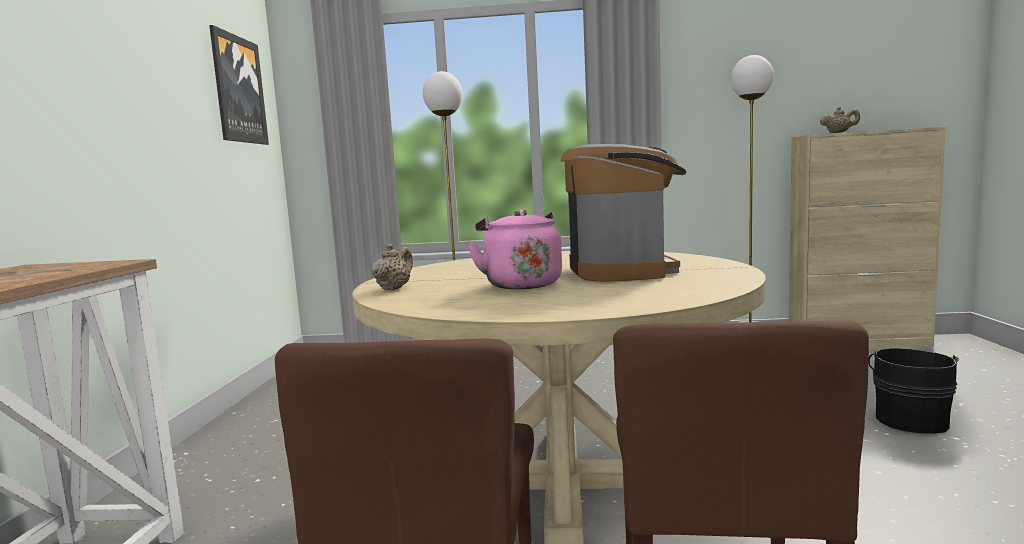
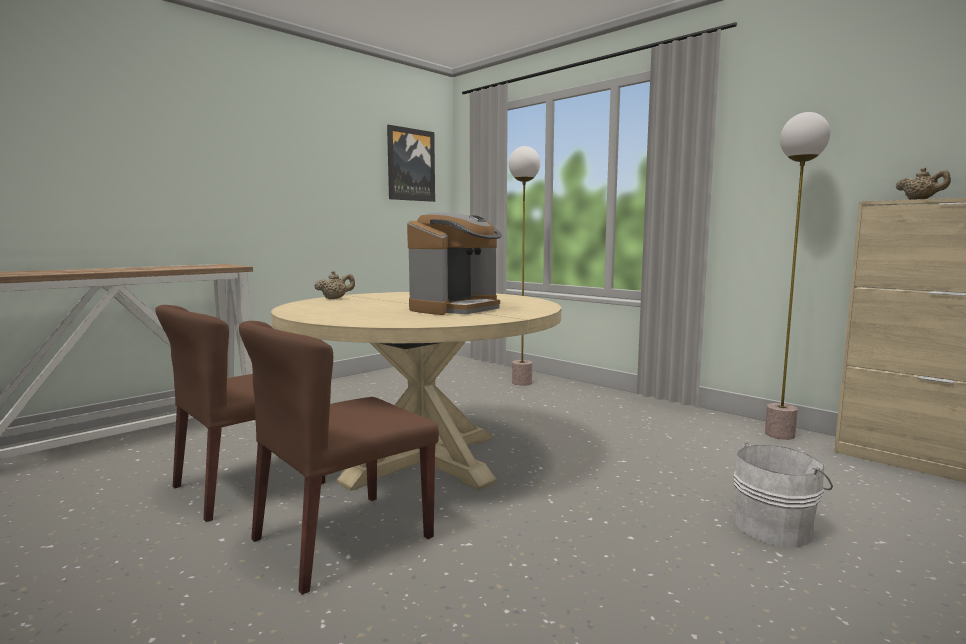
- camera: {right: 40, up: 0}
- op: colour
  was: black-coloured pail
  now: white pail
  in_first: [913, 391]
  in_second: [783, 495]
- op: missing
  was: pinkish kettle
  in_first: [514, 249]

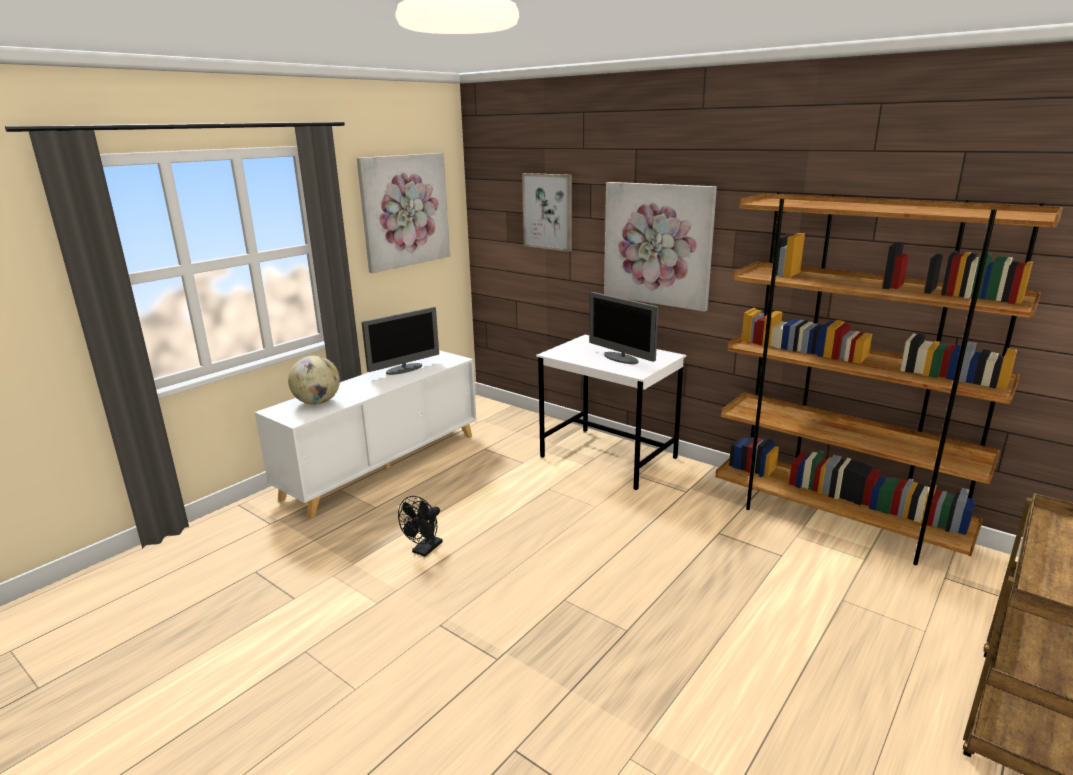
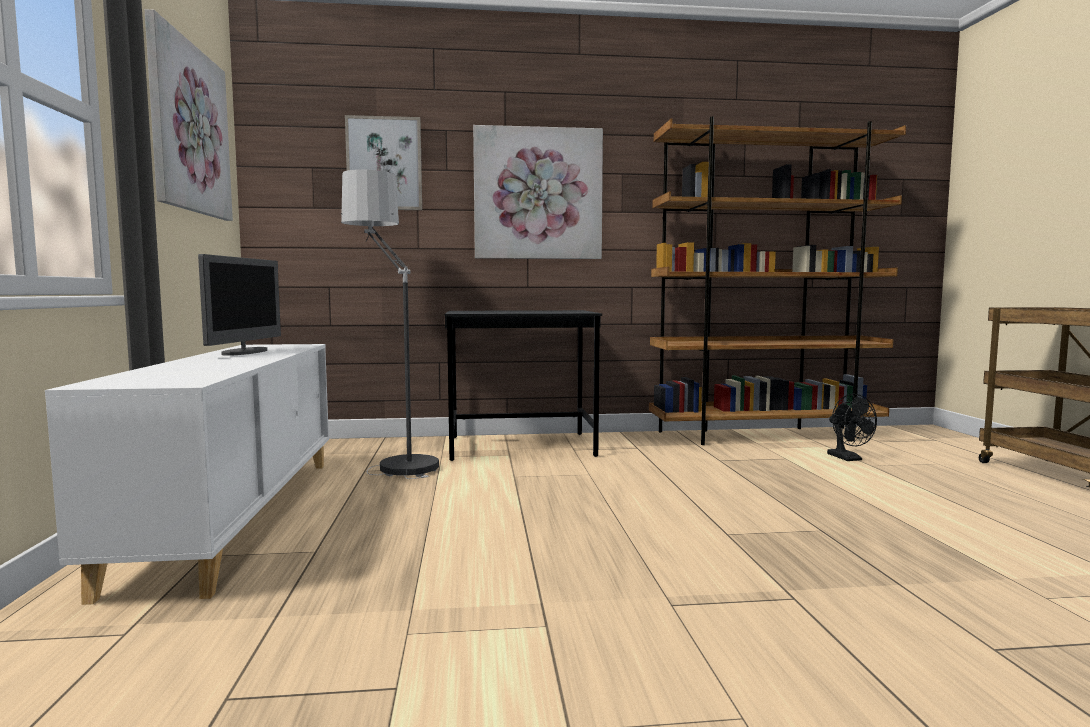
- camera: {right: -45, up: -15}
- op: appeared
  now: standing lamp
  in_second: [390, 324]
- op: colour
  was: white desk table
  now: black-coloured desk table
  in_first: [611, 412]
  in_second: [523, 385]
- op: relocated
  was: black-coloured cooling fan
  in_first: [420, 526]
  in_second: [852, 427]
- op: missing
  was: world globe
  in_first: [314, 380]
- op: missing
  was: computer display
  in_first: [623, 328]

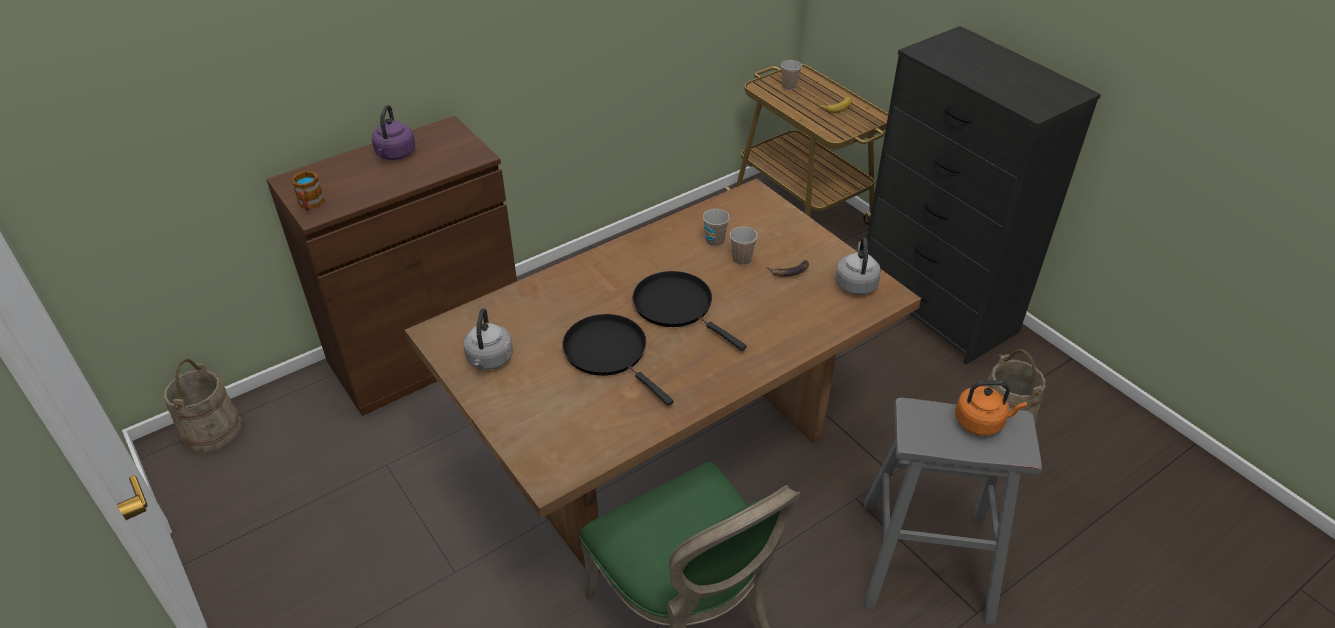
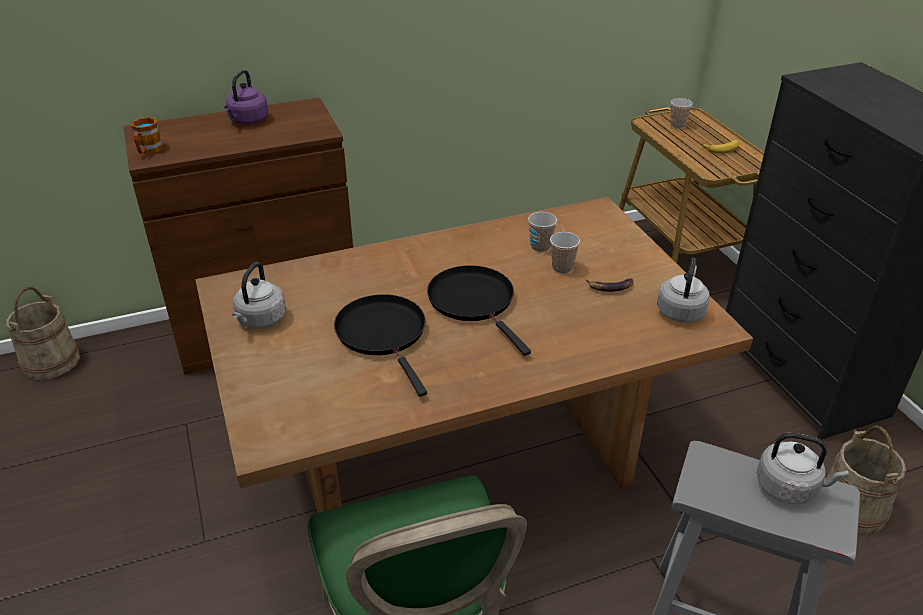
- camera: {right: 15, up: -5}
- op: colour
  was: orangey kettle
  now: grey kettle
  in_first: [991, 408]
  in_second: [803, 468]

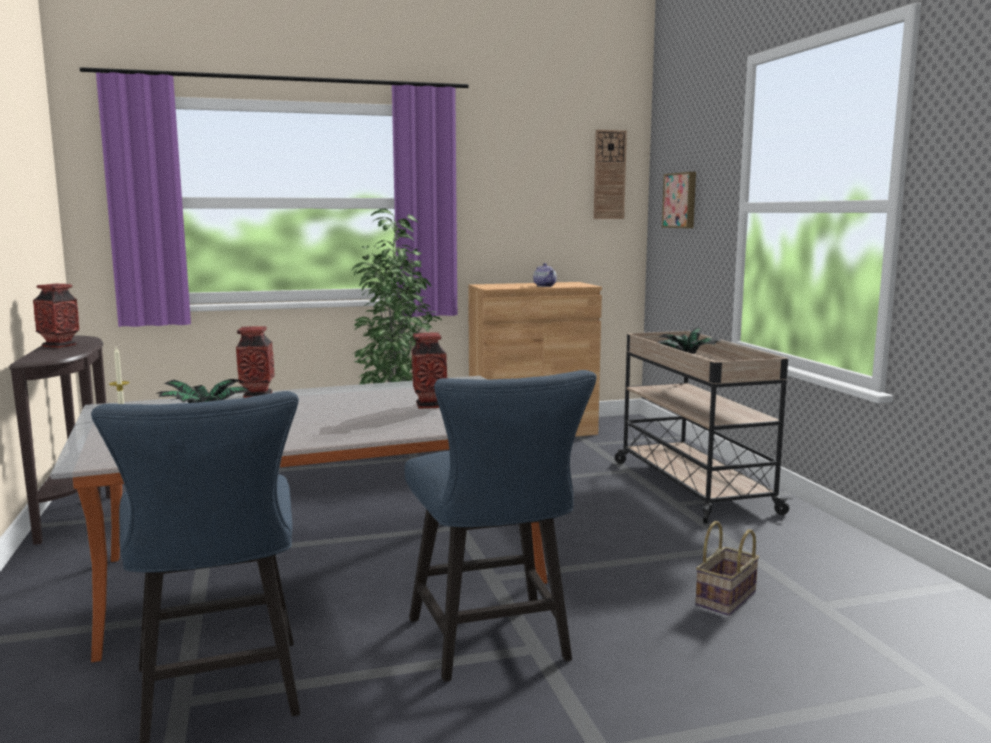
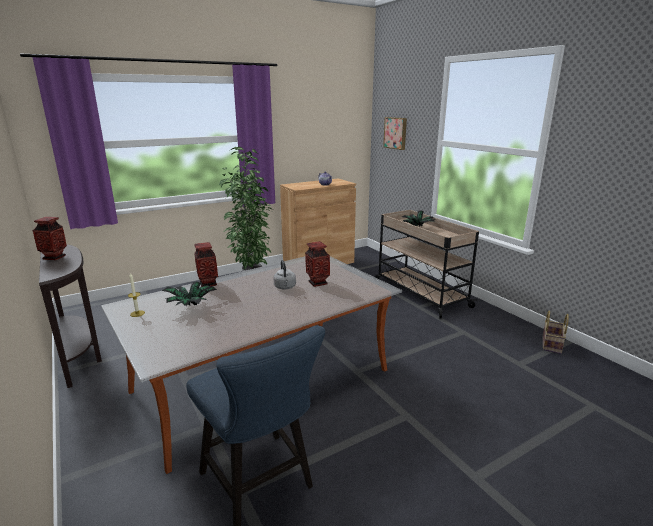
- camera: {right: -15, up: 10}
- op: appeared
  now: grey kettle
  in_second: [285, 274]
- op: relocated
  was: basket
  in_first: [727, 568]
  in_second: [555, 332]
- op: missing
  was: bluish plain chair
  in_first: [500, 526]
- op: missing
  was: clock on the wall
  in_first: [610, 174]

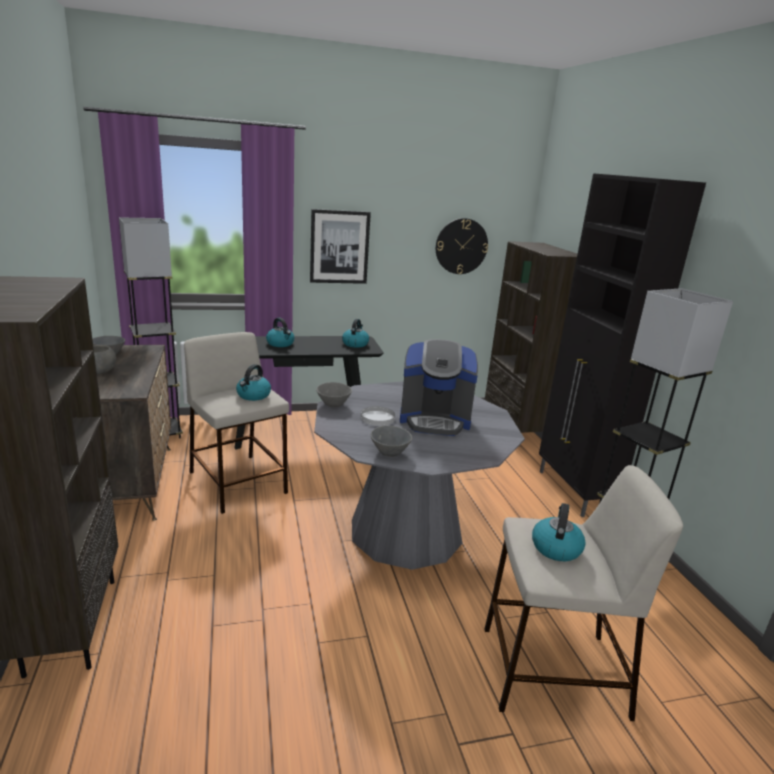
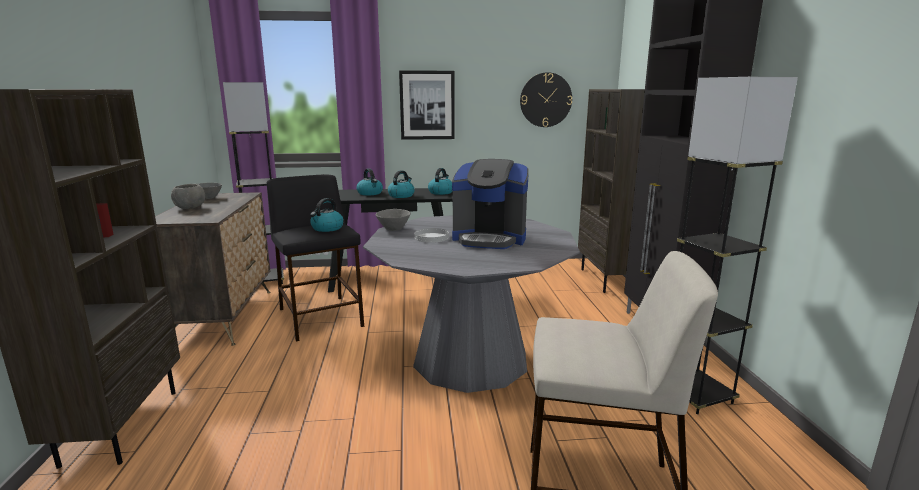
- camera: {right: 10, up: -5}
- op: colour
  was: beige stool
  now: black-coloured stool
  in_first: [236, 423]
  in_second: [315, 258]
- op: relocated
  was: kettle
  in_first: [559, 532]
  in_second: [401, 184]
- op: missing
  was: grey deep dish
  in_first: [391, 441]

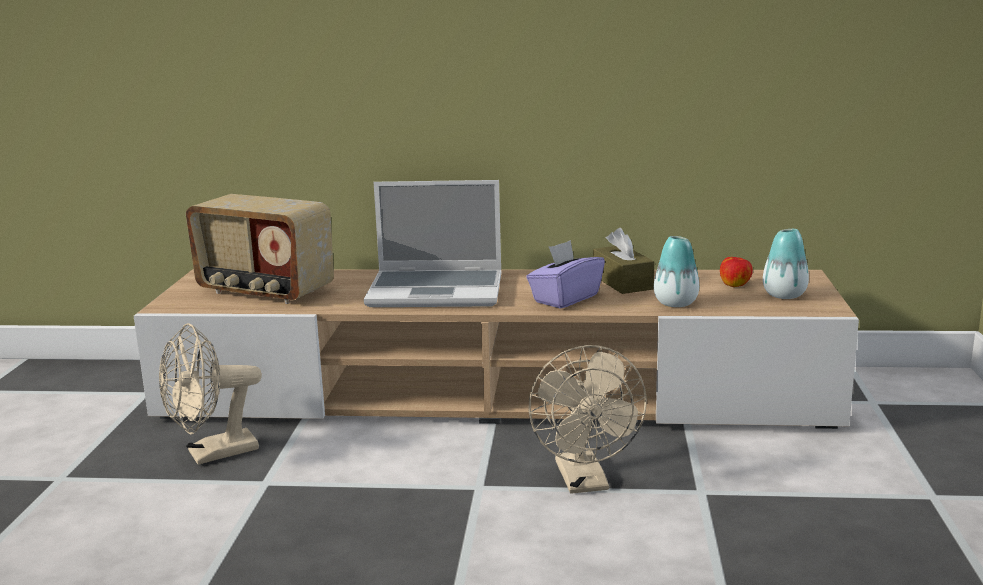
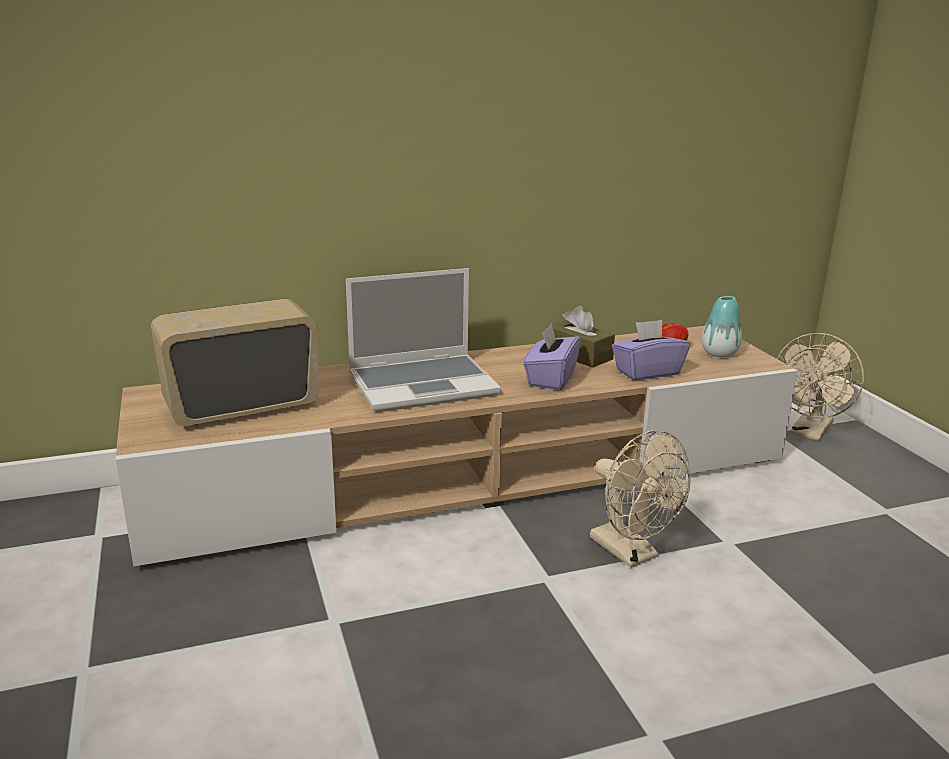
- camera: {right: -25, up: 5}
- op: spun
  was: radio
  in_first: [260, 249]
  in_second: [234, 362]
  clockwise: 150
- op: exchanged
  was: decorative vase
  now: purplish box of tissues
  in_first: [676, 271]
  in_second: [651, 350]
- op: relocated
  was: beige cooling fan
  in_first: [210, 394]
  in_second: [820, 387]

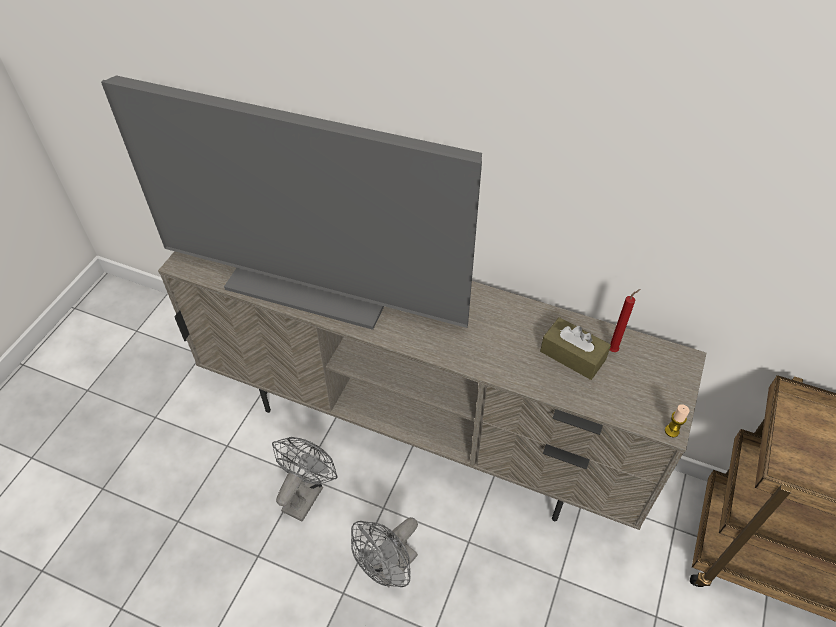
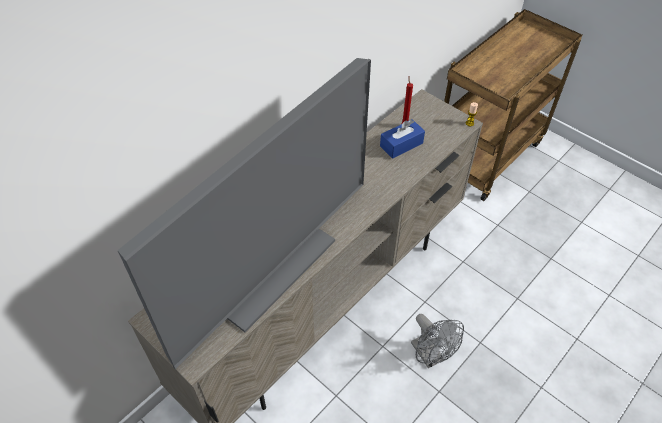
- camera: {right: -70, up: 0}
- op: colour
  was: brownish box of tissues
  now: bluish box of tissues
  in_first: [575, 348]
  in_second: [402, 139]
- op: missing
  was: grey cooling fan
  in_first: [305, 479]

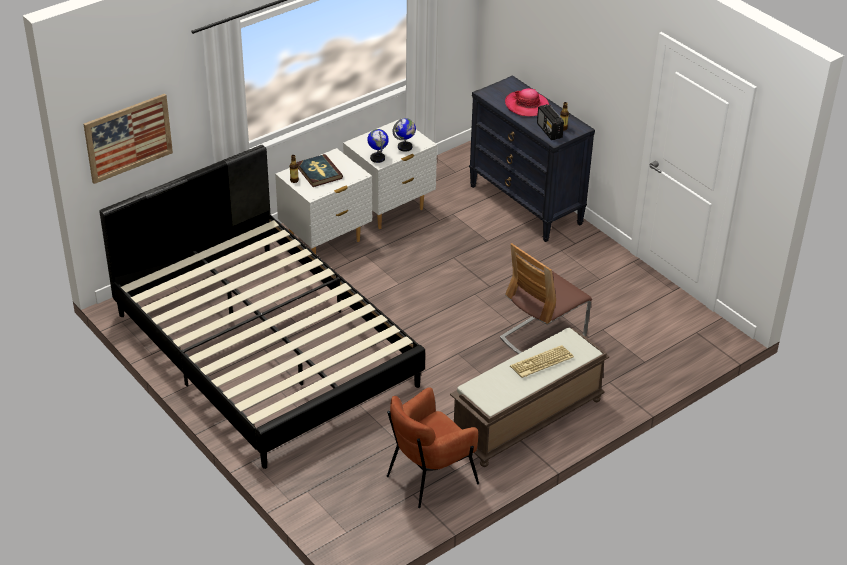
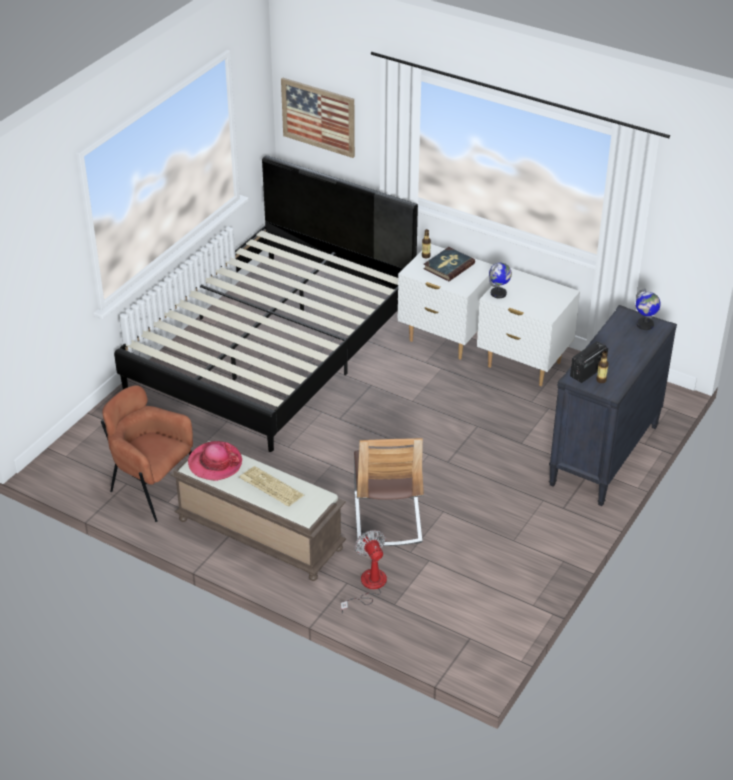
- camera: {right: 70, up: 0}
- op: relocated
  was: hat
  in_first: [527, 102]
  in_second: [215, 461]
- op: appeared
  now: cooling fan
  in_second: [364, 572]
- op: spun
  was: plain chair
  in_first: [546, 298]
  in_second: [389, 492]
  clockwise: -120
- op: relocated
  was: world globe
  in_first: [404, 135]
  in_second: [648, 309]

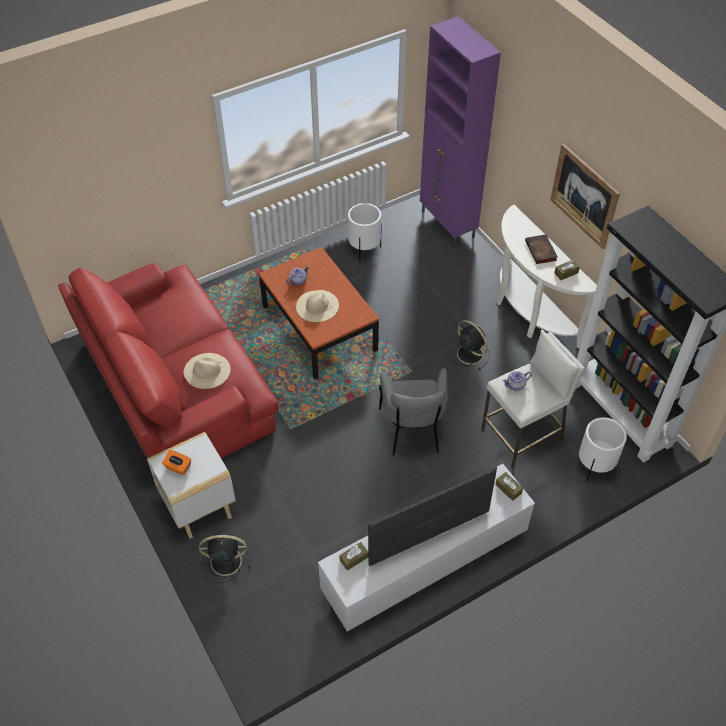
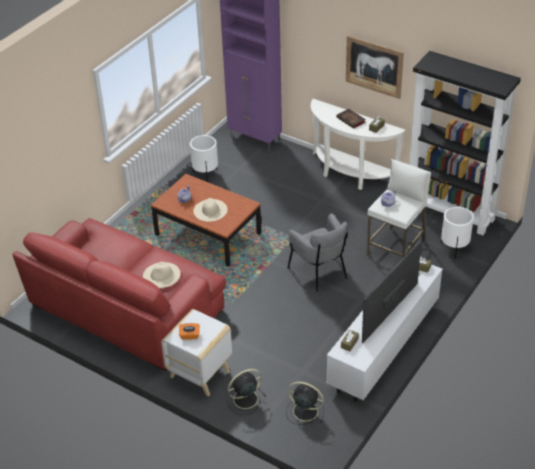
- camera: {right: -25, up: -10}
- op: relocated
  was: black-coloured cooling fan
  in_first: [469, 345]
  in_second: [305, 403]

